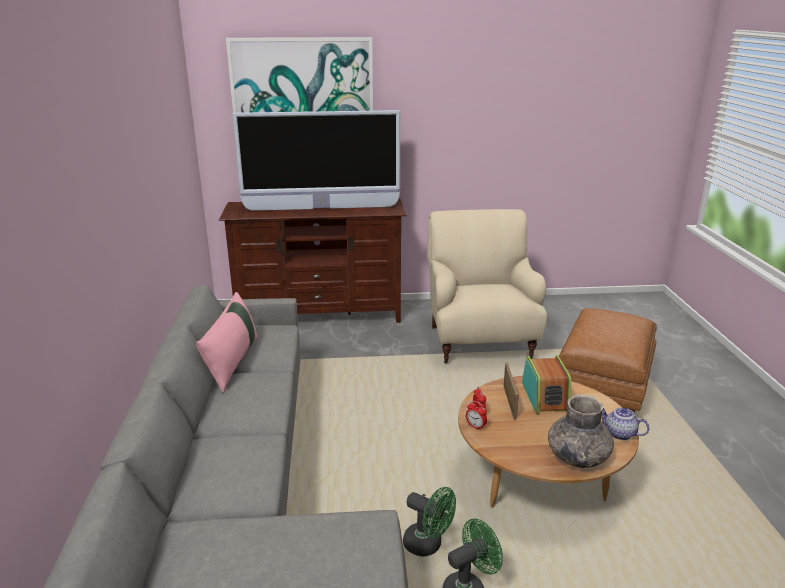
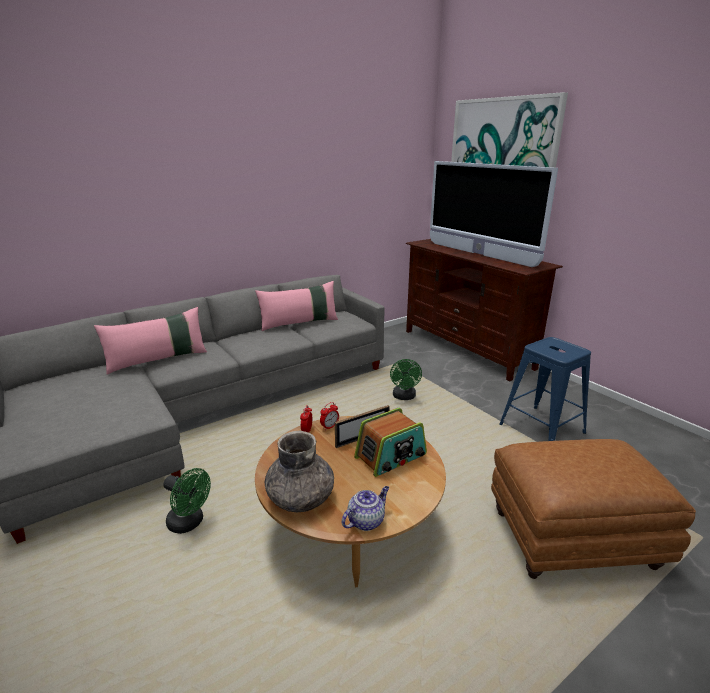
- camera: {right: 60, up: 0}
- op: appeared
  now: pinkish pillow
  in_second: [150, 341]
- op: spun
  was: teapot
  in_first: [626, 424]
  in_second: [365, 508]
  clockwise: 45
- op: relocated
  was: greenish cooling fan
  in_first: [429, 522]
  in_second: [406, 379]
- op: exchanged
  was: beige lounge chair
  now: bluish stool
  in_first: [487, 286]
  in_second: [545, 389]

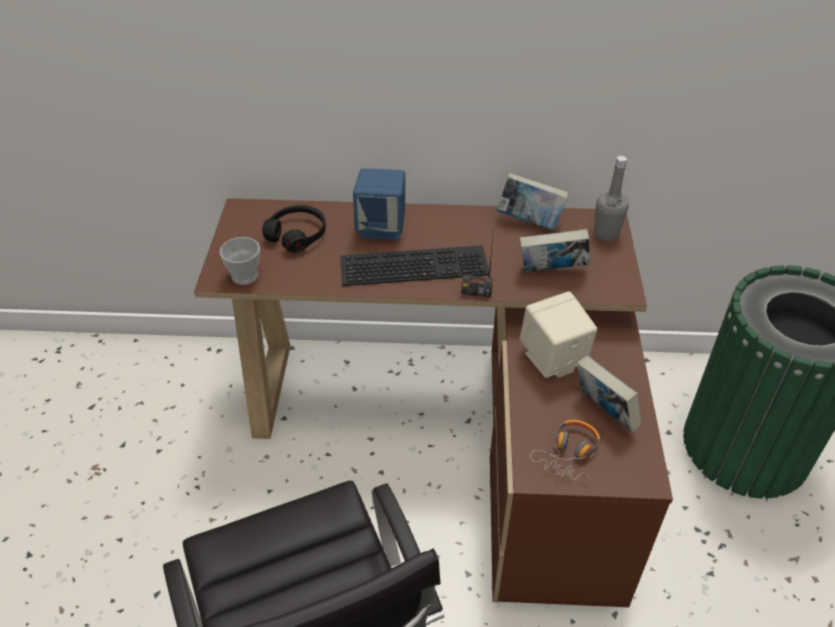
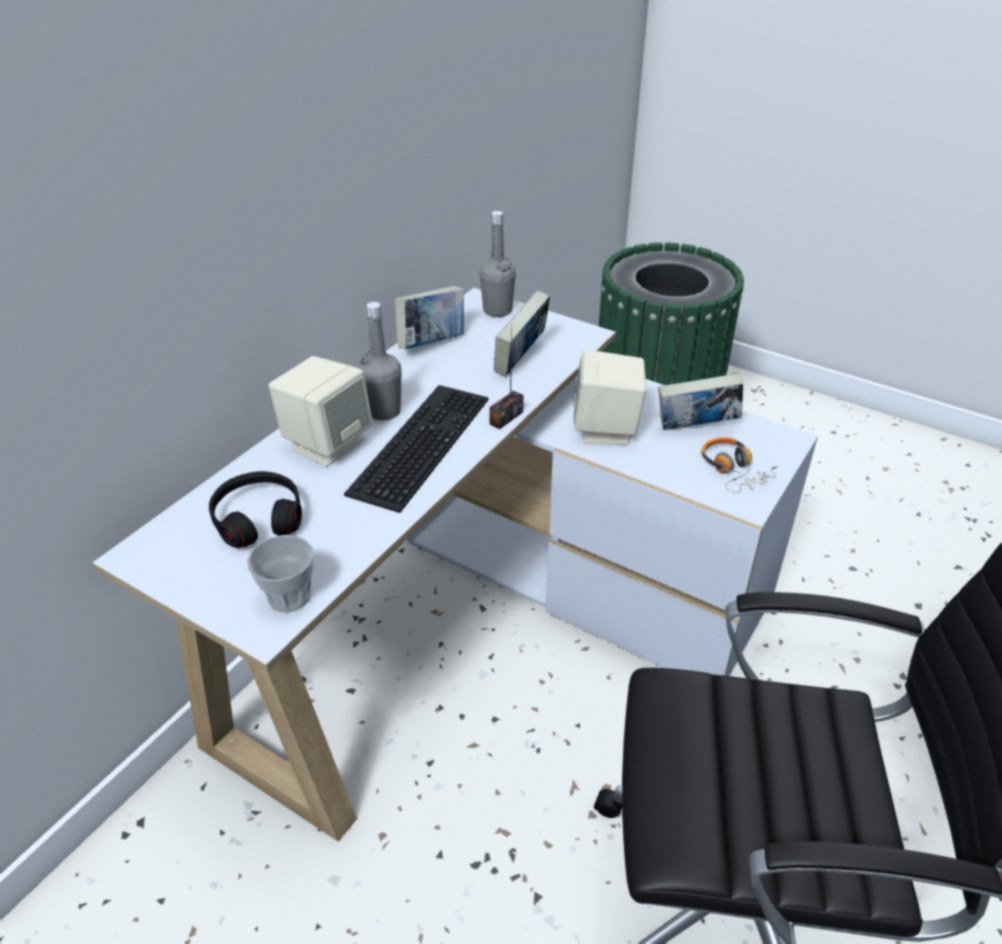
- camera: {right: -60, up: -5}
- op: colour
  was: brownish desk table
  now: white desk table
  in_first: [433, 402]
  in_second: [455, 565]
- op: colour
  was: bluish loudspeaker
  now: beige loudspeaker
  in_first: [379, 204]
  in_second: [321, 411]
- op: appeared
  now: grey drink bottle
  in_second: [380, 361]

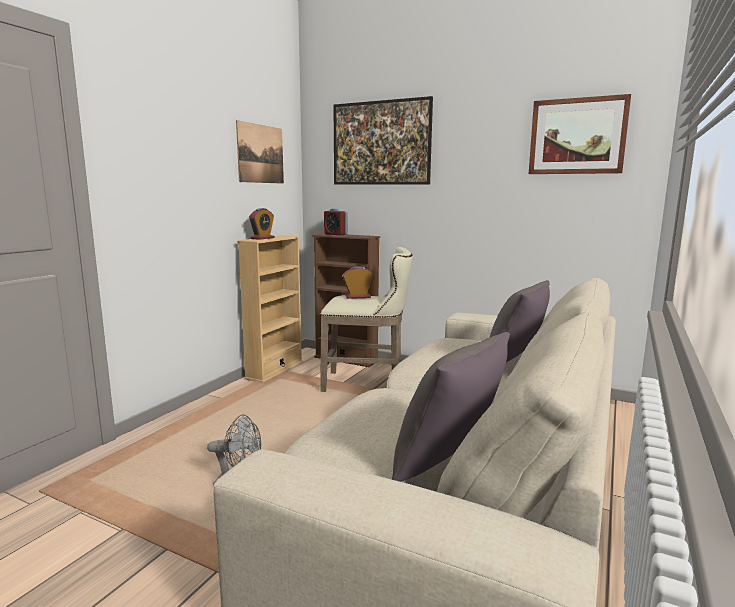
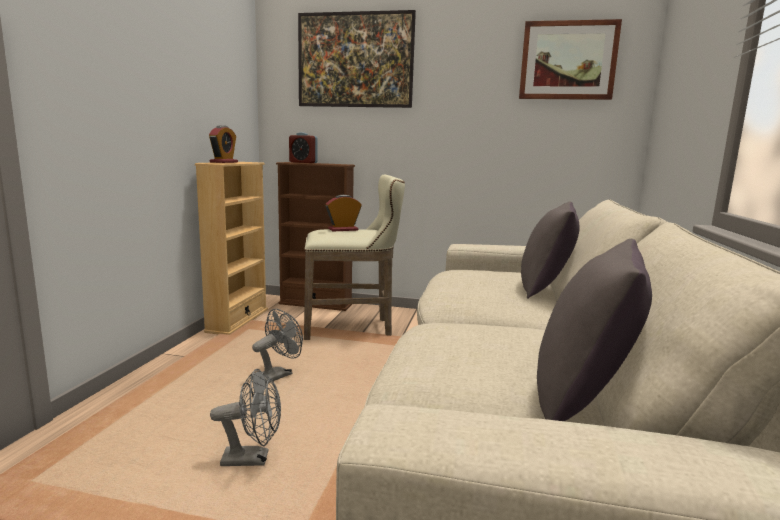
- camera: {right: -15, up: 0}
- op: appeared
  now: grey cooling fan
  in_second: [277, 346]
- op: missing
  was: wall picture
  in_first: [260, 152]

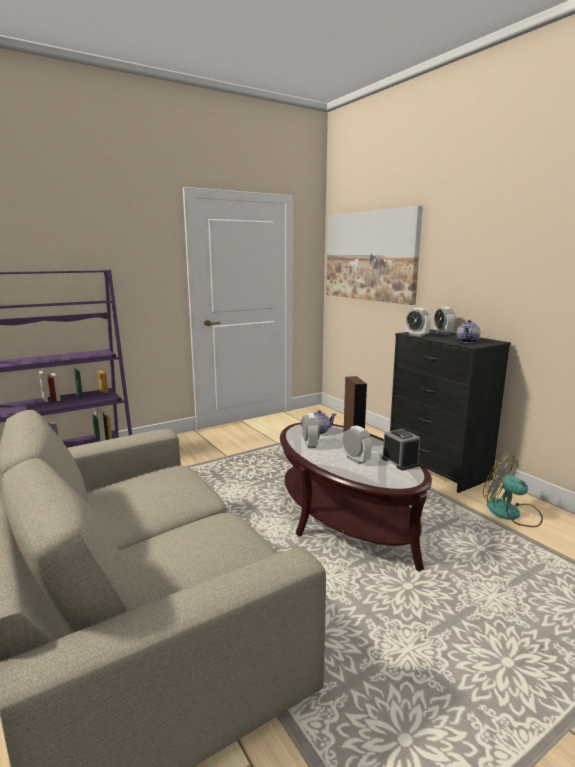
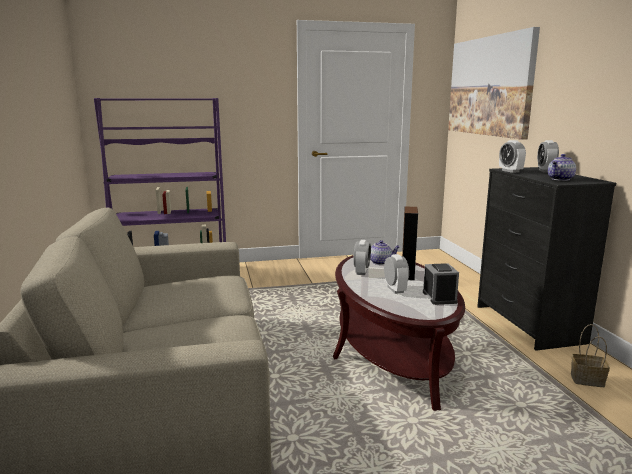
- camera: {right: 20, up: 0}
- op: exchanged
  was: cooling fan
  now: basket
  in_first: [513, 490]
  in_second: [590, 355]

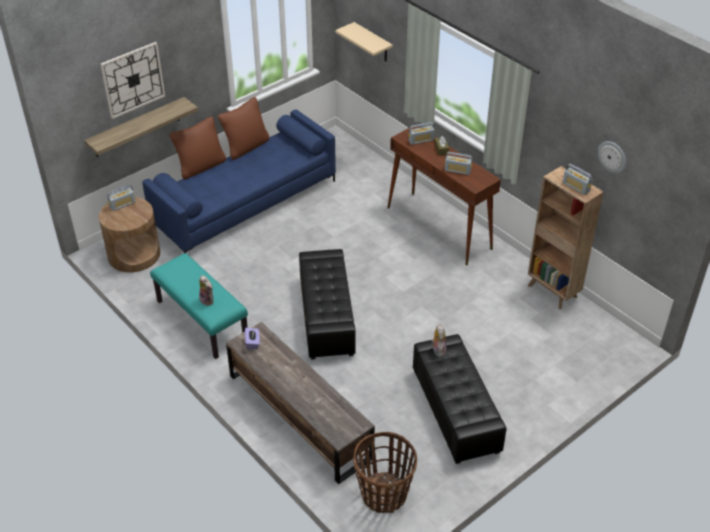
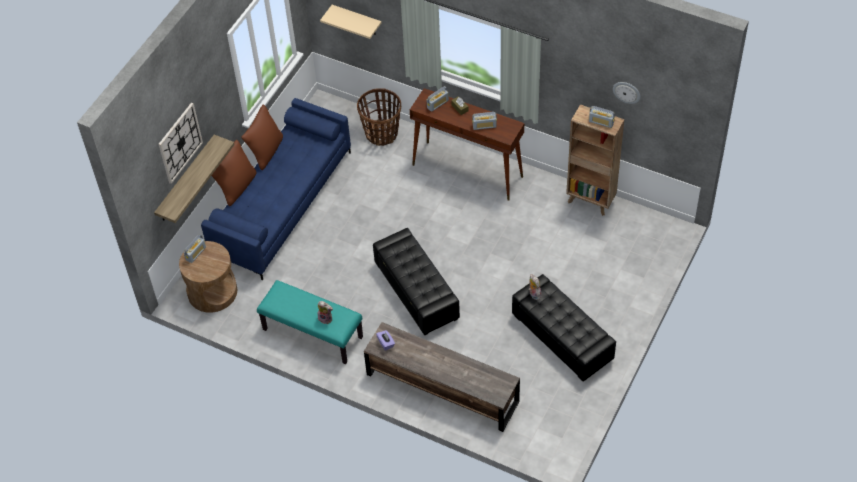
- camera: {right: -20, up: 10}
- op: relocated
  was: basket
  in_first: [385, 472]
  in_second: [379, 117]

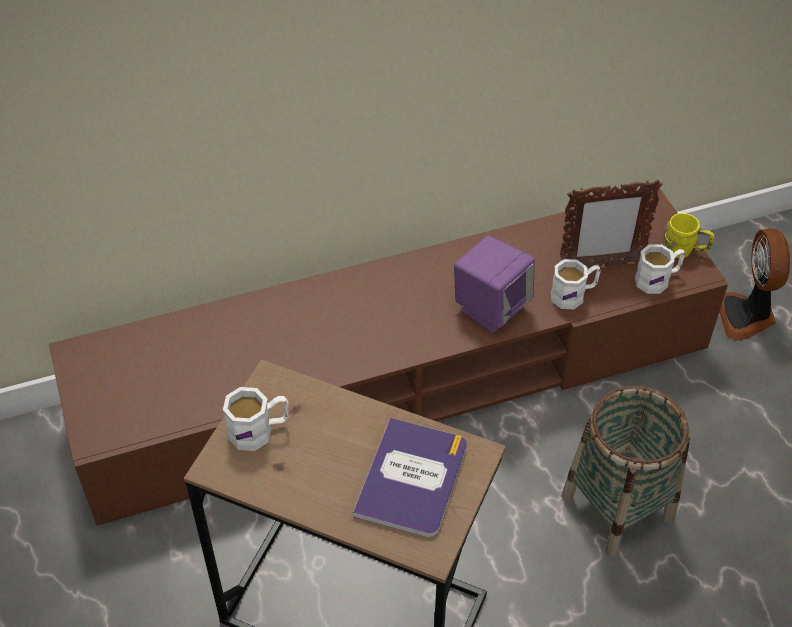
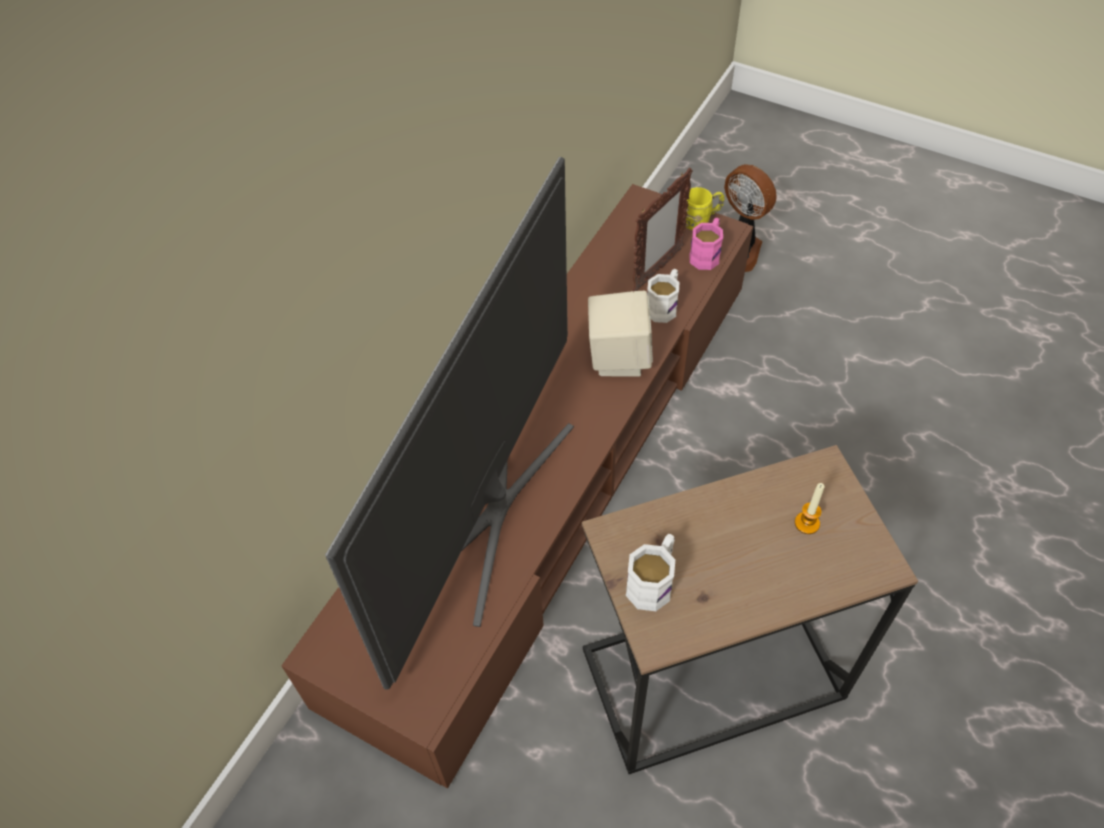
- camera: {right: -40, up: 5}
- op: appeared
  now: TV set
  in_second: [449, 423]
- op: colour
  was: purplish loudspeaker
  now: beige loudspeaker
  in_first: [494, 284]
  in_second: [620, 334]
- op: colour
  was: white tea mug
  now: pinkish tea mug
  in_first: [660, 269]
  in_second: [706, 244]
- op: exchanged
  was: bound book
  now: wax light
  in_first: [410, 477]
  in_second: [810, 508]
- op: missing
  was: basket
  in_first: [626, 471]

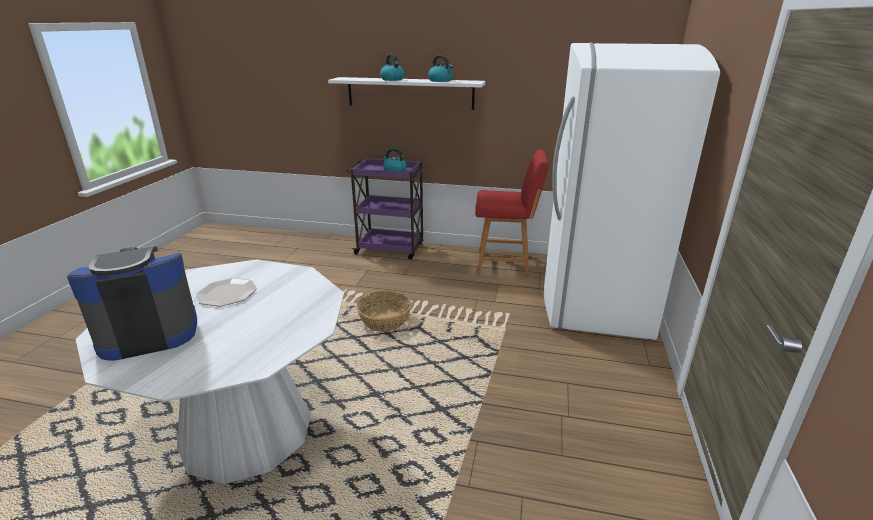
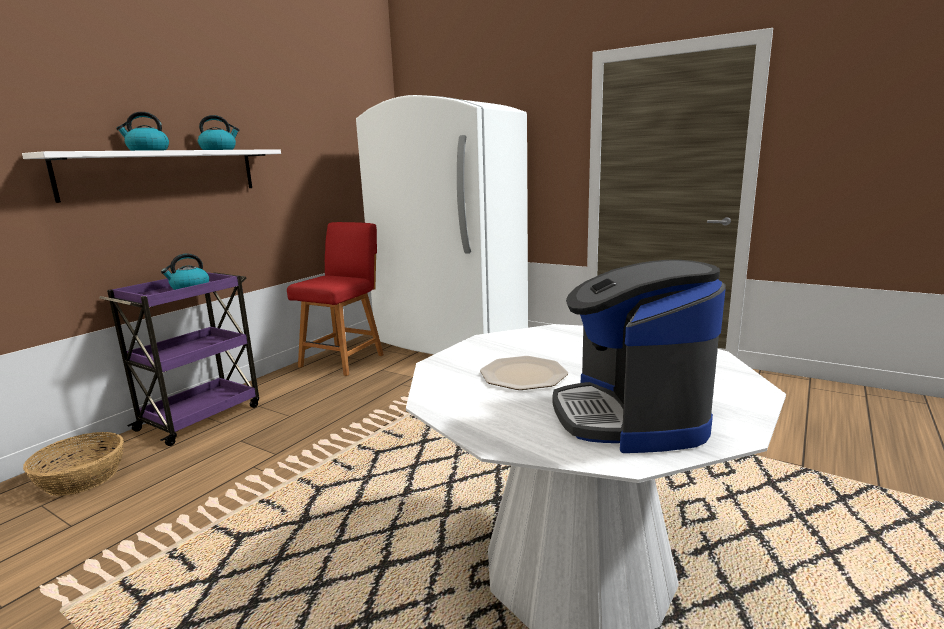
- camera: {right: -70, up: -10}
- op: relocated
  was: basket
  in_first: [384, 311]
  in_second: [73, 464]

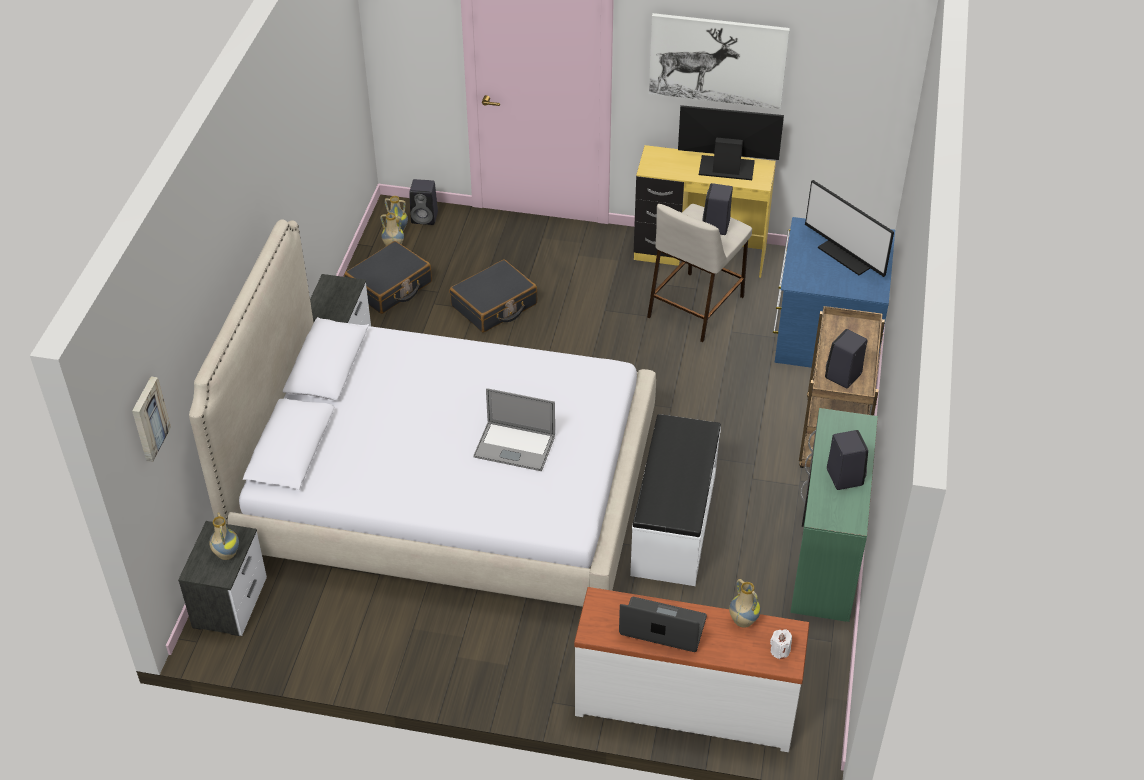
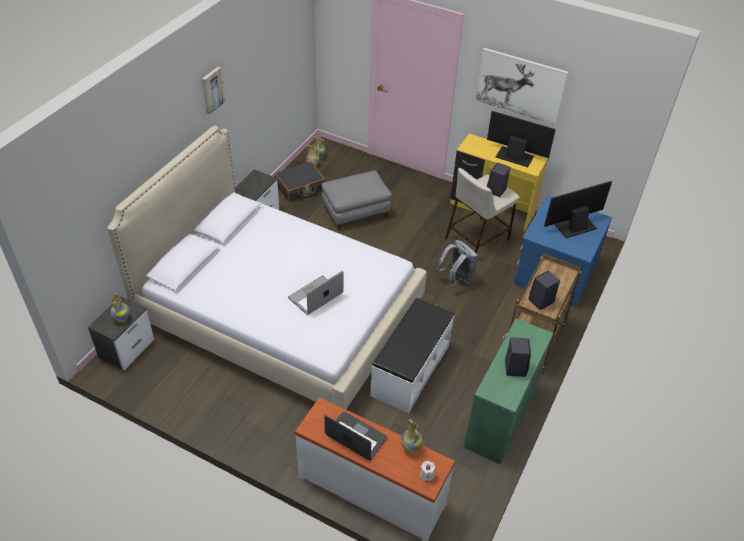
- camera: {right: 15, up: 0}
- op: relocated
  was: wall picture
  in_first: [151, 419]
  in_second: [213, 90]
- op: spun
  was: laptop
  in_first: [514, 429]
  in_second: [315, 292]
  clockwise: 105
- op: exchanged
  was: black-coloured suitcase
  now: grey pouffe
  in_first: [493, 295]
  in_second: [357, 201]
- op: appeared
  now: grey backpack
  in_second: [457, 264]
- op: spun
  was: computer display
  in_first: [849, 228]
  in_second: [578, 209]
  clockwise: 90
- op: missing
  was: black-coloured loudspeaker
  in_first: [423, 202]

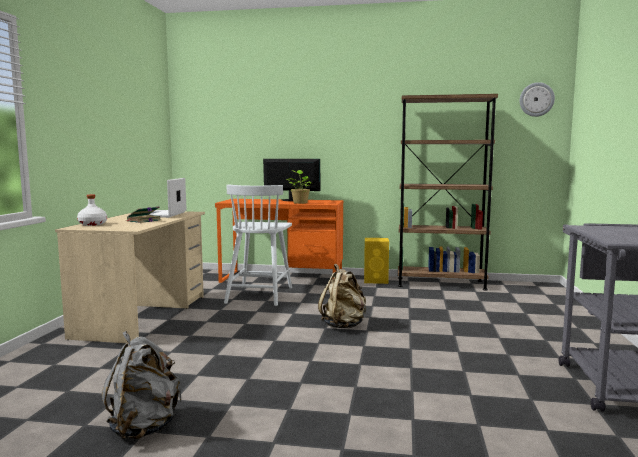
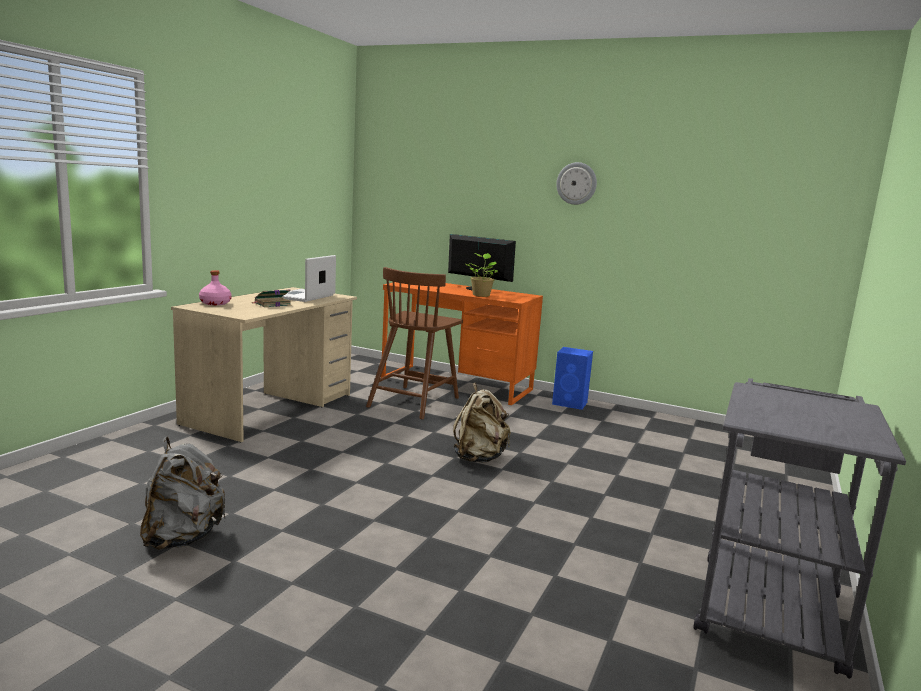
- camera: {right: 15, up: 5}
- op: colour
  was: white drink bottle
  now: pinkish drink bottle
  in_first: [92, 210]
  in_second: [215, 287]
- op: colour
  was: white plain chair
  now: brownish plain chair
  in_first: [258, 245]
  in_second: [414, 343]
- op: colour
  was: yellowish loudspeaker
  now: bluish loudspeaker
  in_first: [376, 261]
  in_second: [572, 378]
- op: relocated
  was: clock on the wall
  in_first: [537, 99]
  in_second: [576, 183]
- op: missing
  was: brownish shelving unit
  in_first: [448, 192]

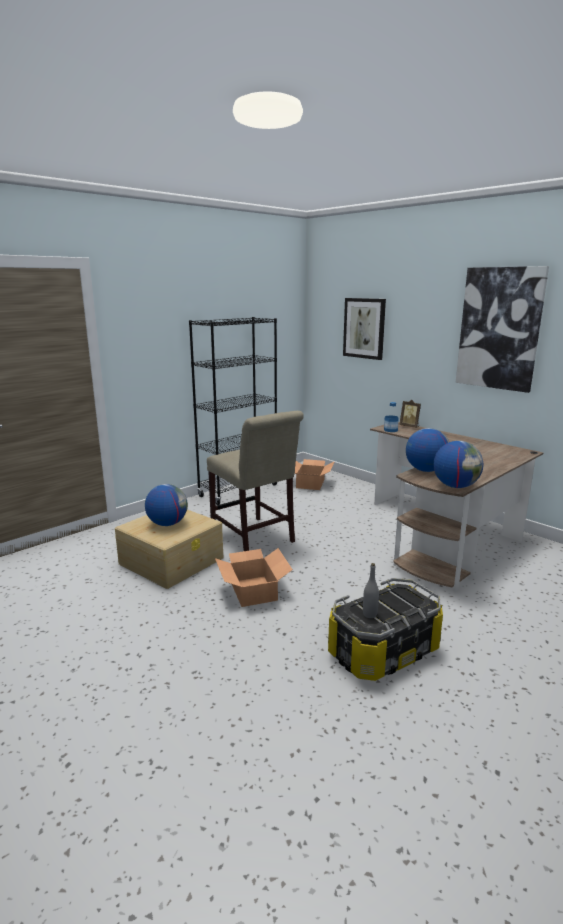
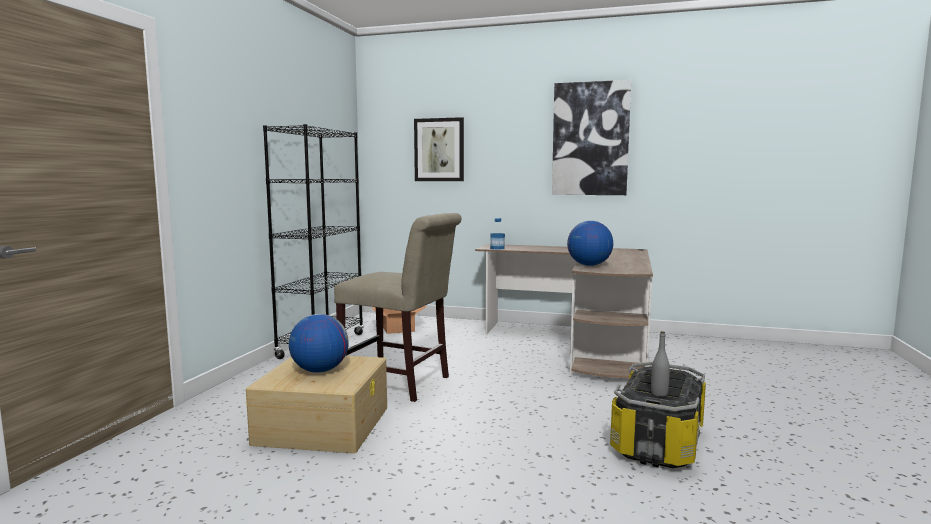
- camera: {right: -30, up: -10}
- op: missing
  was: cardboard box
  in_first: [254, 577]
- op: missing
  was: standing frame
  in_first: [410, 414]
- op: missing
  was: world globe
  in_first: [459, 464]

